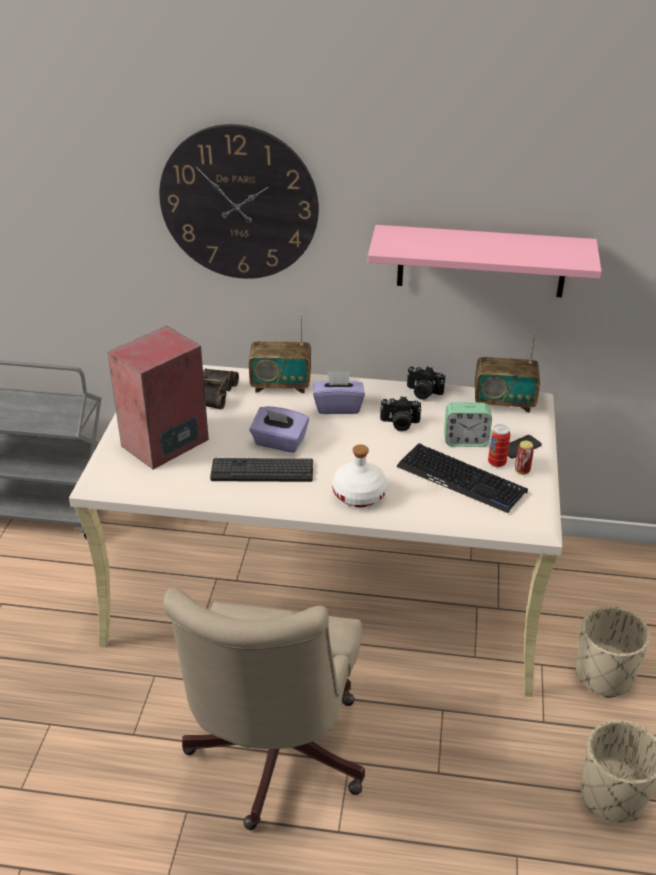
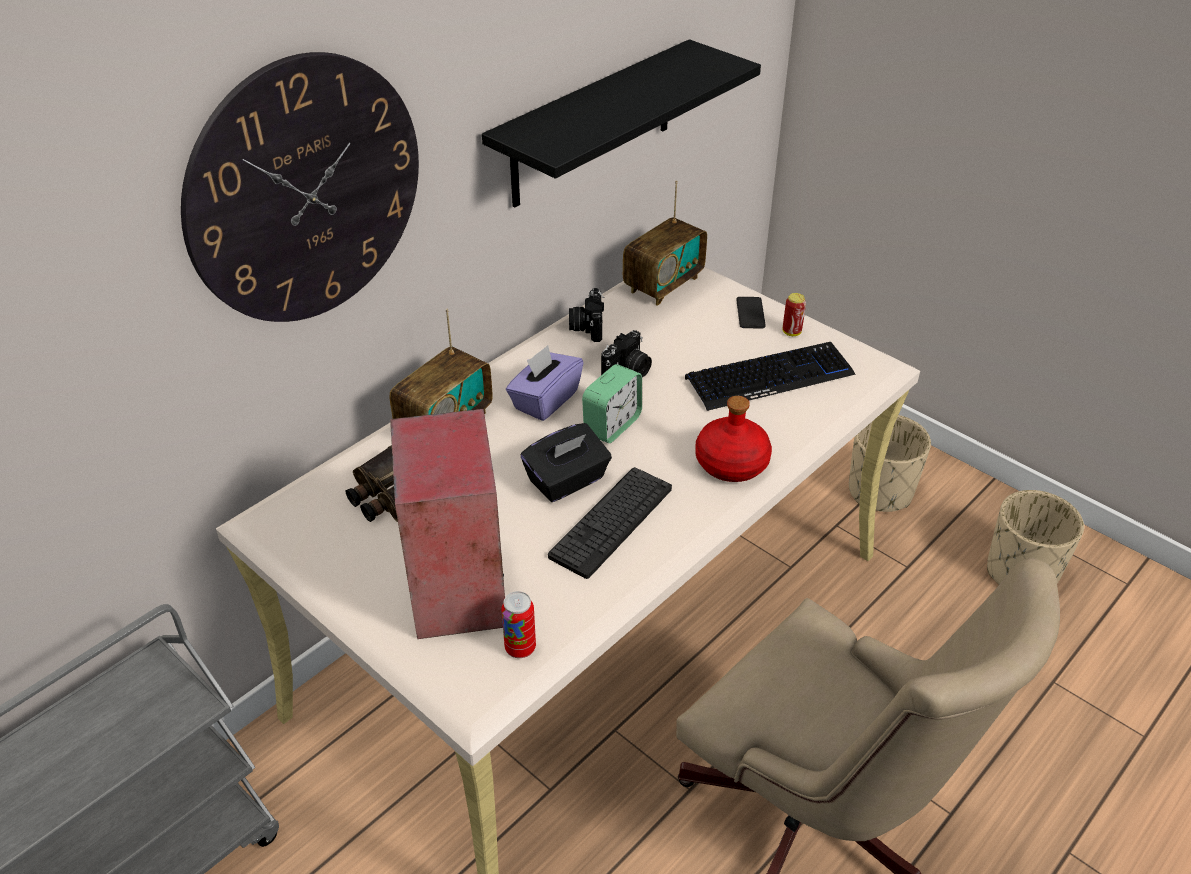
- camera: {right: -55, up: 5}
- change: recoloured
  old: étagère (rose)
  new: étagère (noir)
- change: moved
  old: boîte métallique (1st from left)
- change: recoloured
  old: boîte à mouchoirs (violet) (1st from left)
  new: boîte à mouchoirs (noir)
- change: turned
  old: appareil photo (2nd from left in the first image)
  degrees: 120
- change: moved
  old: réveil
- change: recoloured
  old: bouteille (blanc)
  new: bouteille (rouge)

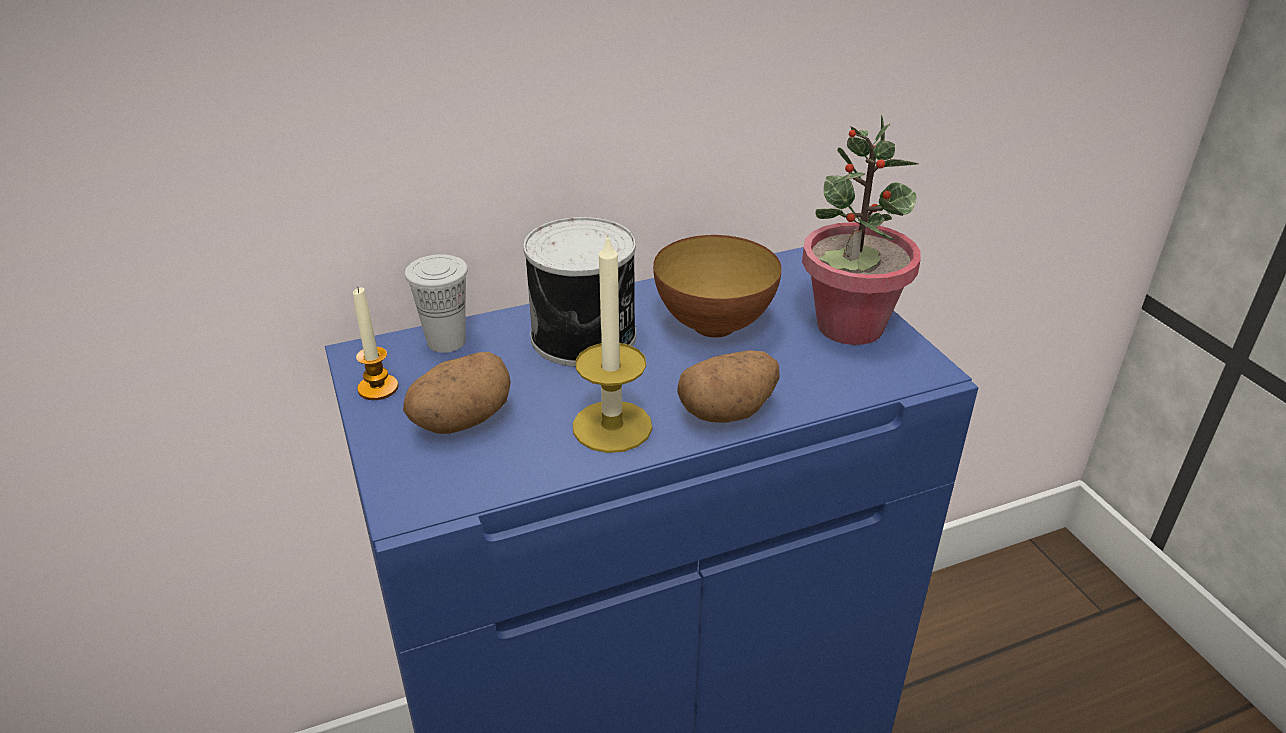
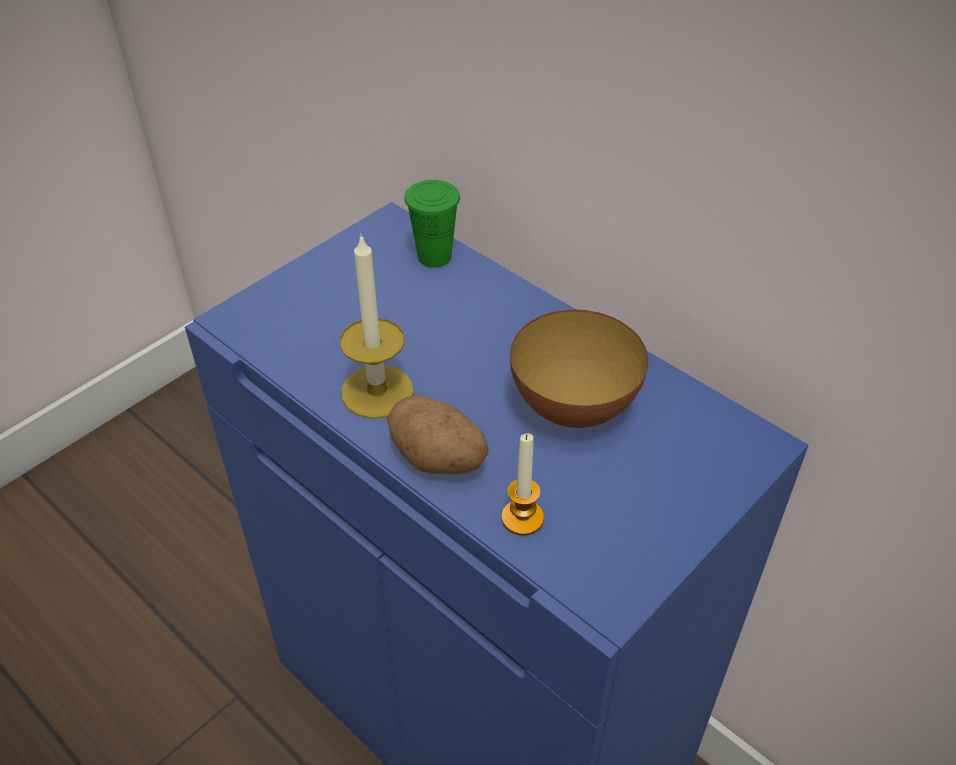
- camera: {right: 65, up: 10}
- change: recoloured
  old: tasse (blanc)
  new: tasse (vert)
- change: moved
  old: bougie (1st from left in the first image)
  new: bougie (2nd from left)
- change: removed
  old: pomme de terre (1st from left)
- change: removed
  old: boîte métallique
- change: removed
  old: plante en pot

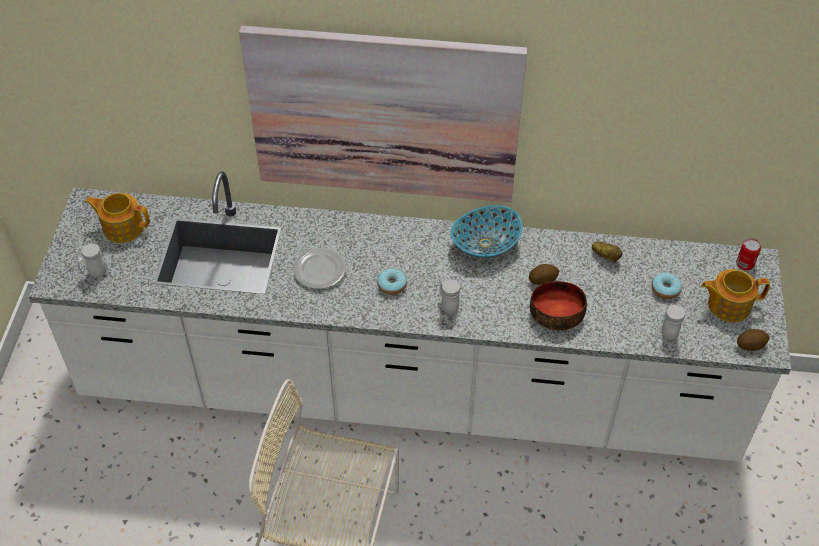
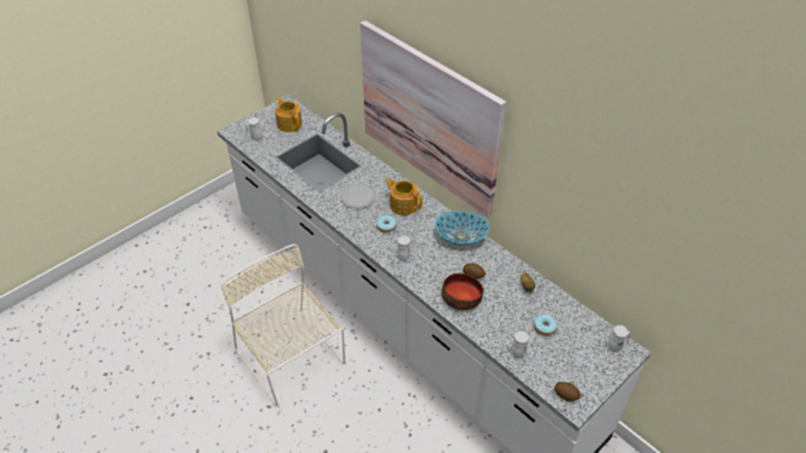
- camera: {right: 40, up: -5}
- change: moved
  old: théière (2nd from left)
- change: replaced
  old: boîte métallique
  new: mug (blanc) (4th from left)

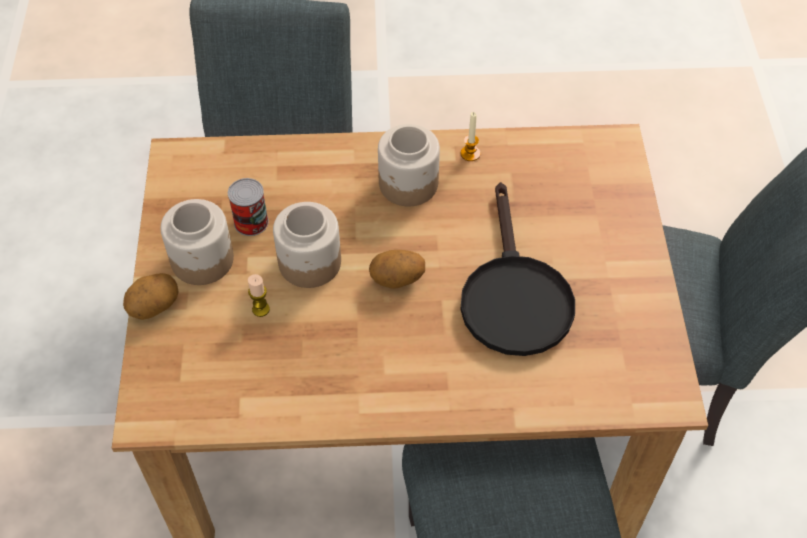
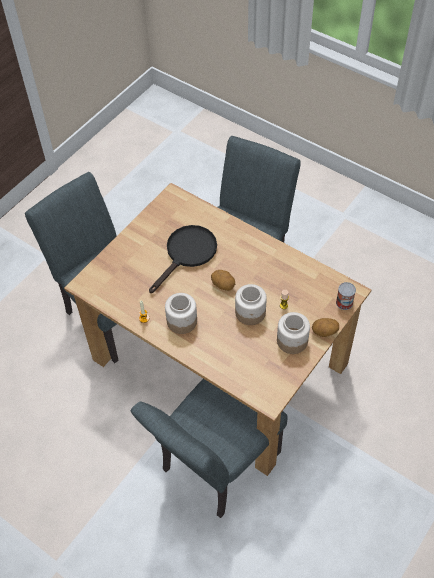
- camera: {right: -140, up: 0}
- change: moved
  old: boîte métallique

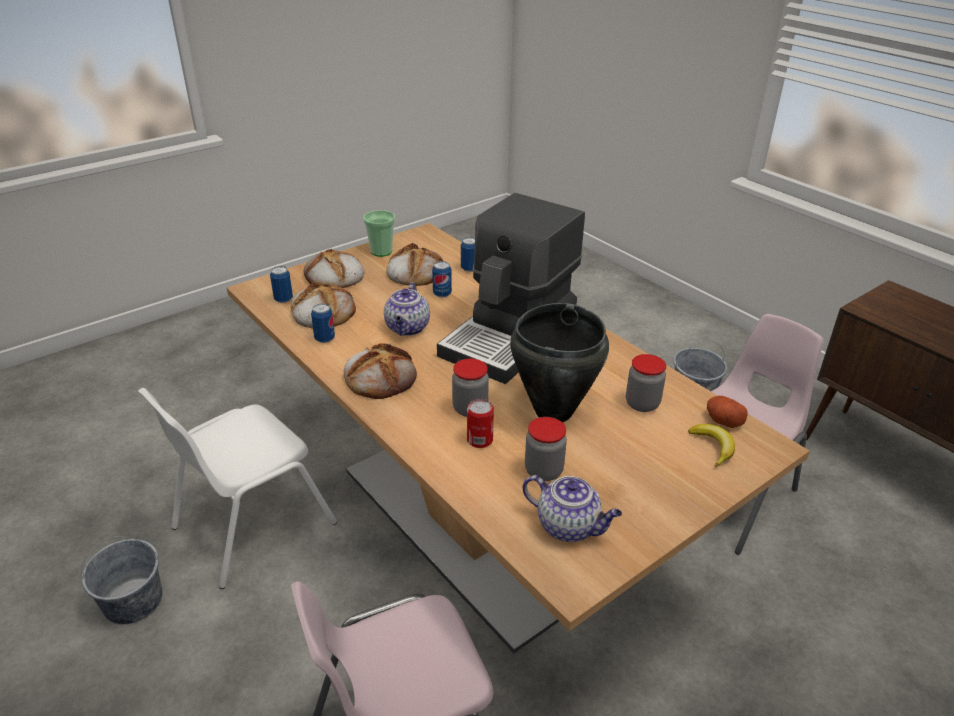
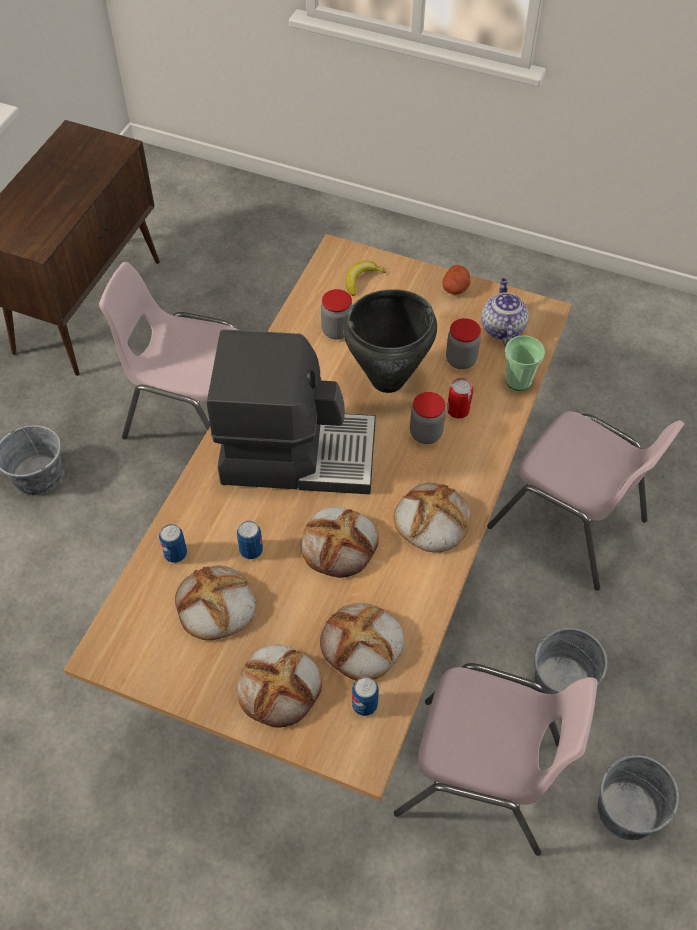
- camera: {right: -120, up: 20}
- change: replaced
  old: théière (1st from left)
  new: pain (3rd from left)
- change: recoloured
  old: chaise (blanc)
  new: chaise (rose) (2nd from left)
- change: moved
  old: pomme de terre
- change: moved
  old: tasse
- change: added
  new: seau (gris) (2nd from left)
- change: removed
  old: boîte métallique (2nd from left)

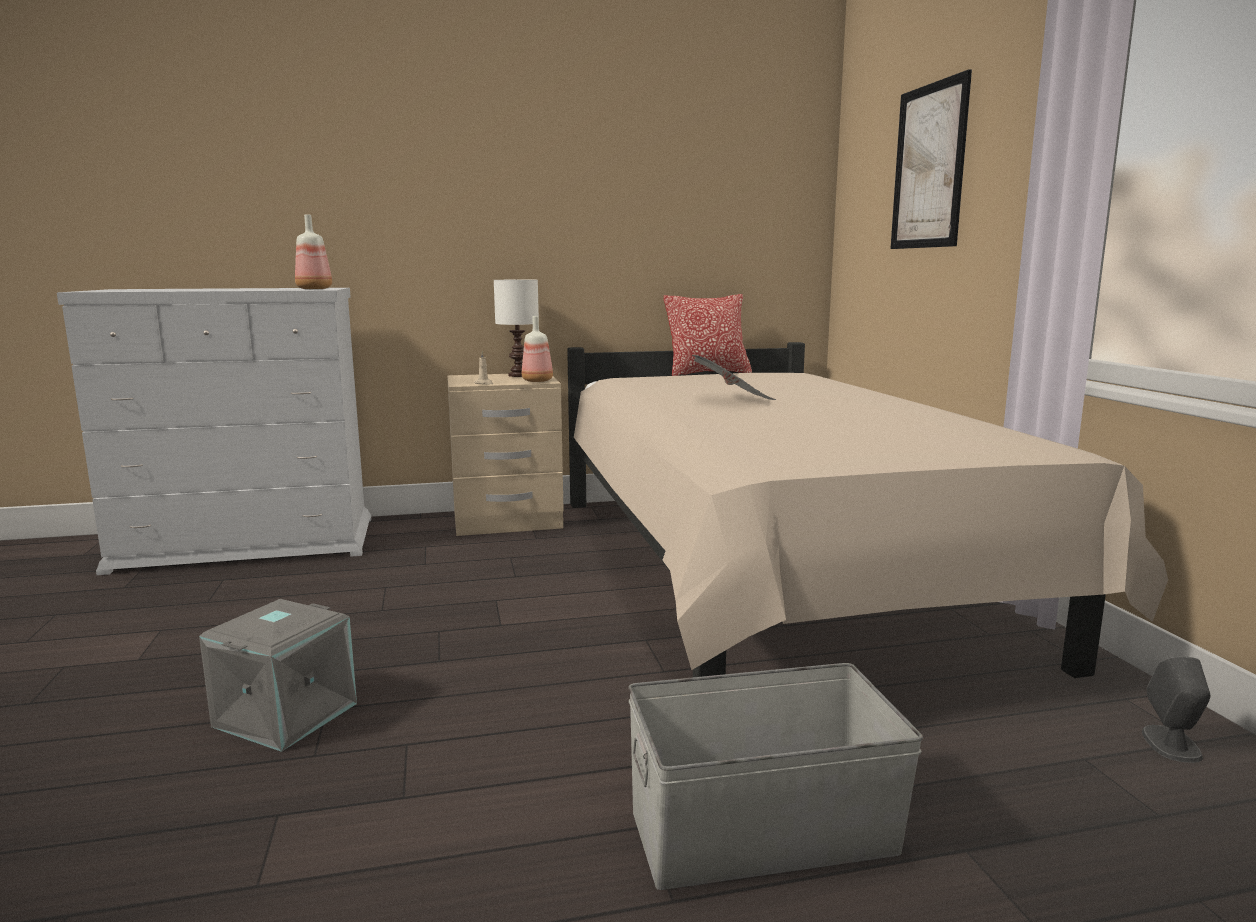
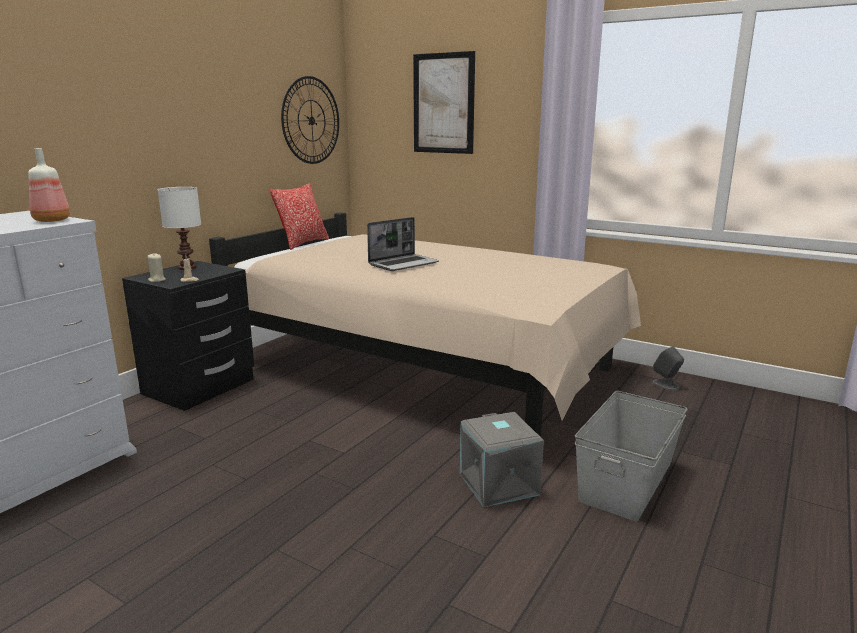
- camera: {right: -45, up: 5}
- change: recoloured
  old: table de chevet (beige)
  new: table de chevet (noir)
- change: added
  new: bougie (beige) (1st from left)
- change: added
  new: horloge murale
- change: replaced
  old: journal
  new: ordinateur portable
- change: moved
  old: boîte de rangement (gris) (1st from left)
- change: removed
  old: bouteille (2nd from left)

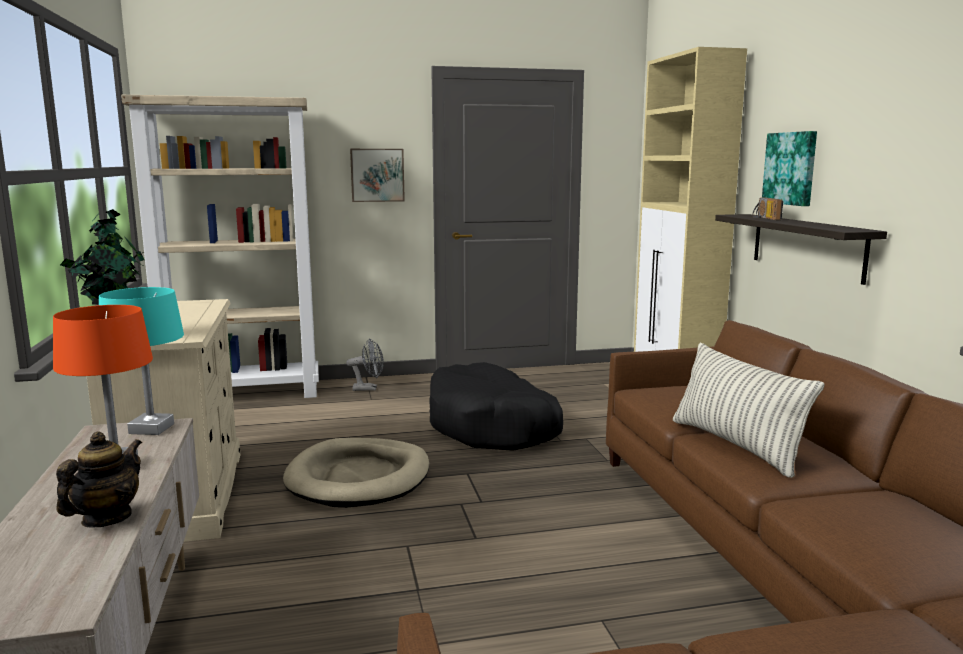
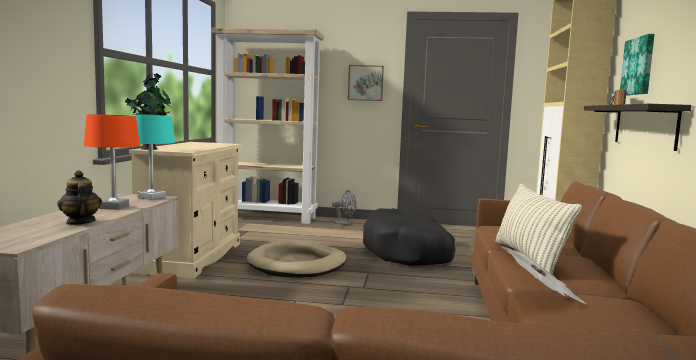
- camera: {right: 20, up: -5}
- change: turned
  old: théière
  degrees: -75
- change: added
  new: journal

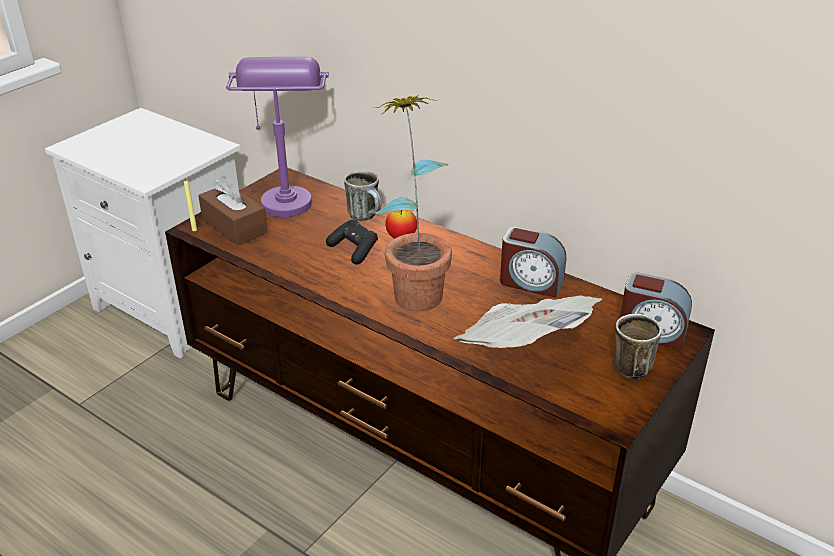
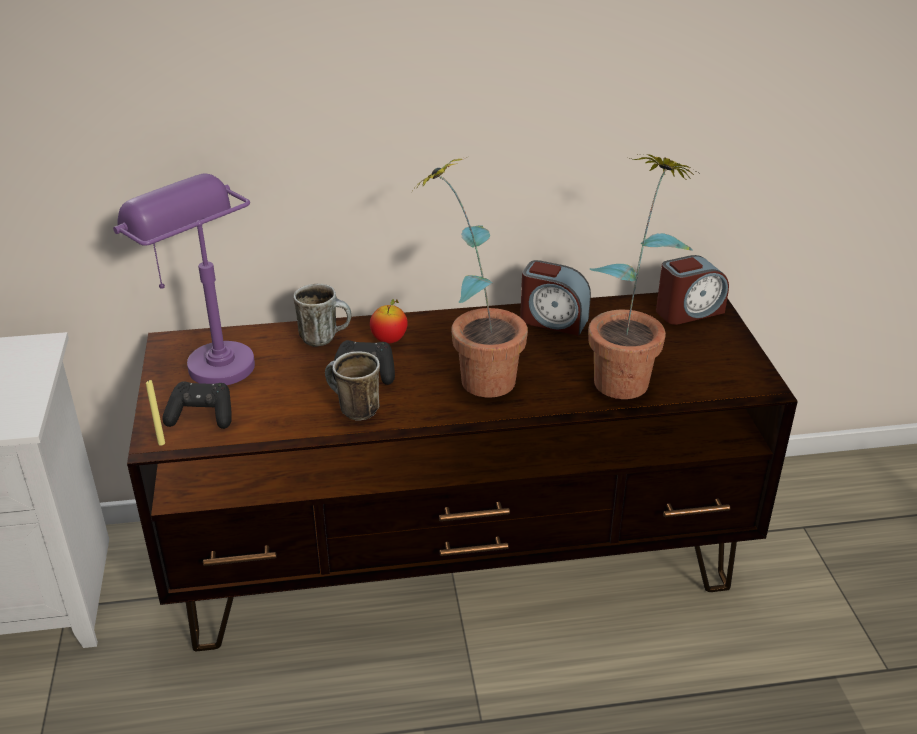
- camera: {right: -45, up: 0}
- change: replaced
  old: boîte à mouchoirs (marron)
  new: manette (noir) (1st from left)
- change: moved
  old: mug (2nd from left)
- change: turned
  old: réveil (1st from left)
  degrees: 45
- change: replaced
  old: journal
  new: plante en pot (2nd from left)

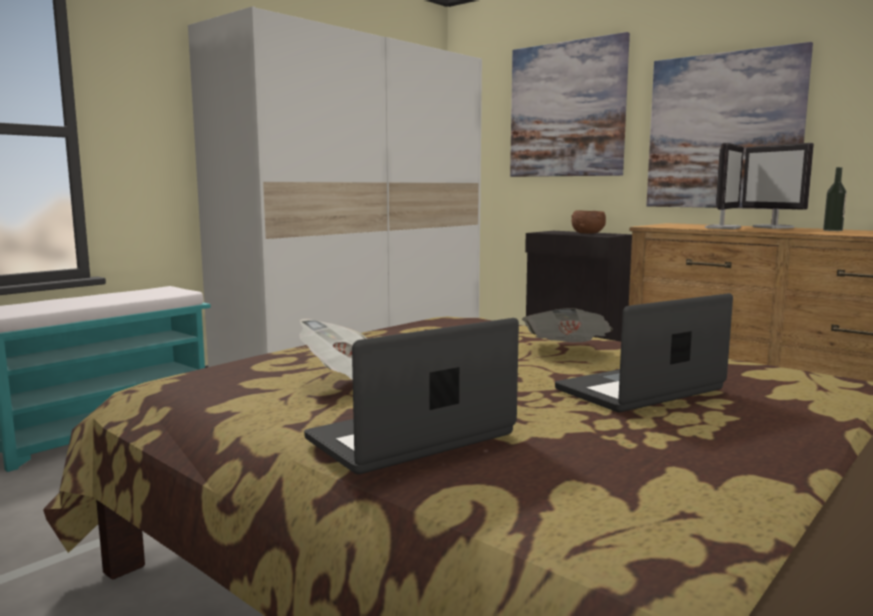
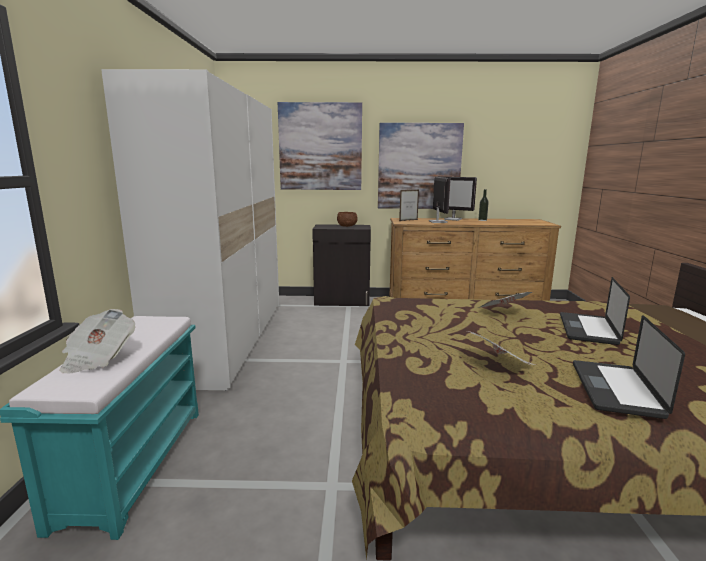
- camera: {right: -40, up: 5}
- change: added
  new: journal (1st from left)
- change: added
  new: cadre photo

